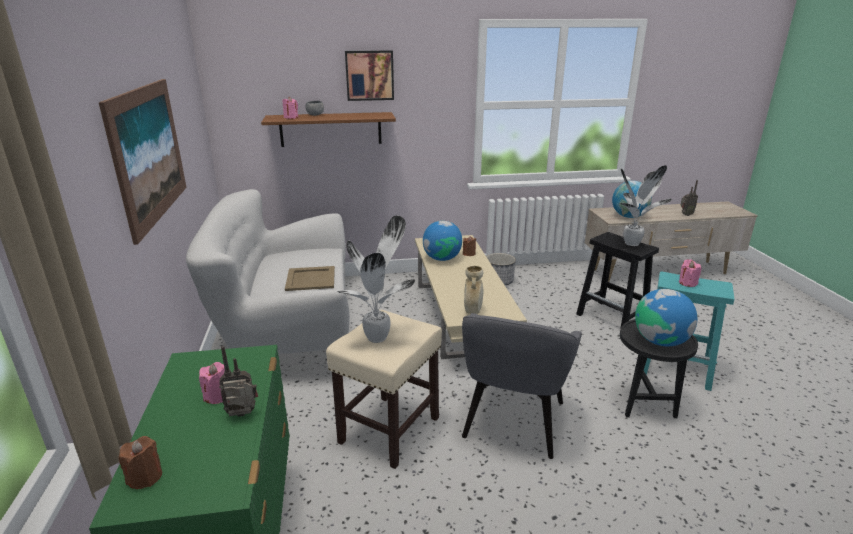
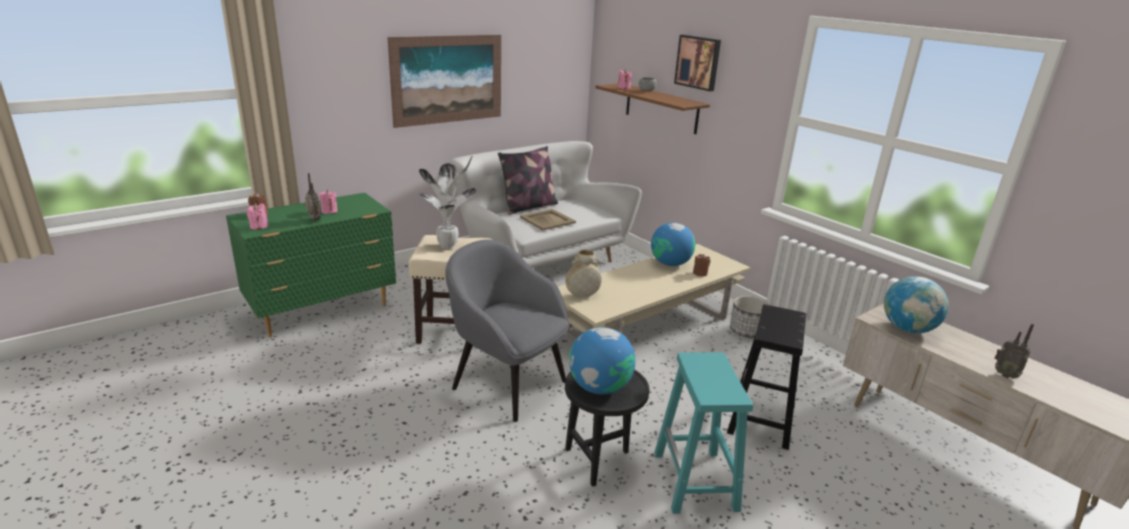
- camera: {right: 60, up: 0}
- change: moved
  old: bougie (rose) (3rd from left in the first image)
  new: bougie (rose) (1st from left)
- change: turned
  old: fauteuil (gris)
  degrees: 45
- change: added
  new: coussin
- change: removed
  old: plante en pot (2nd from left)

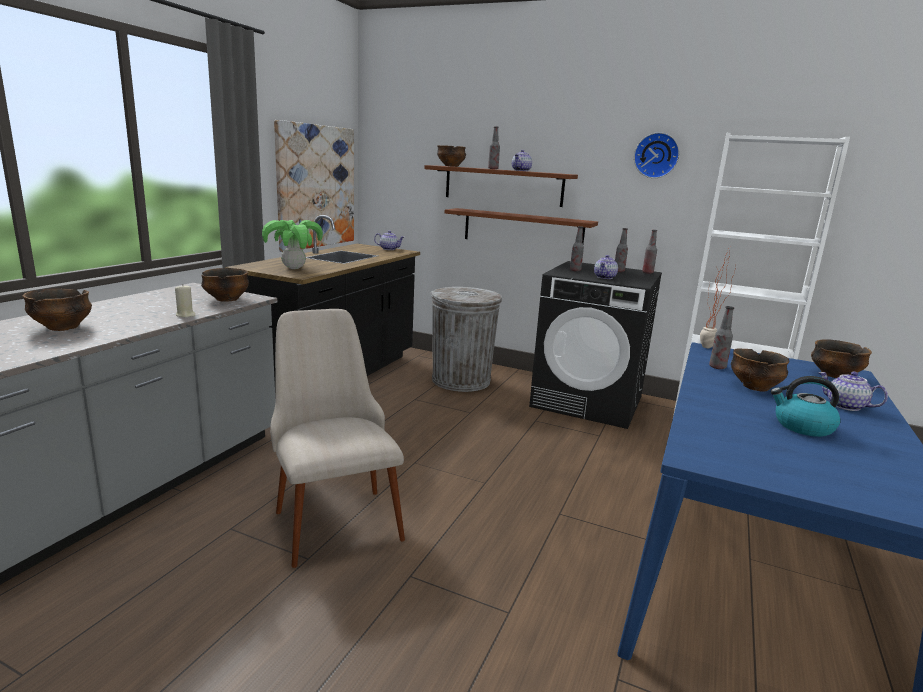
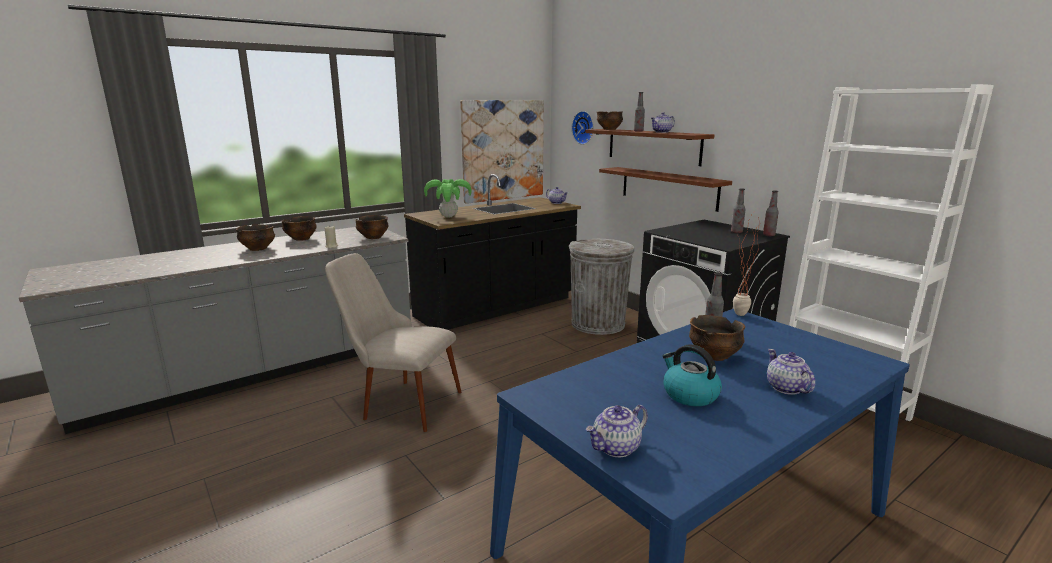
- camera: {right: 30, up: 0}
- change: moved
  old: bol (5th from left in the first image)
  new: bol (2nd from left)
- change: turned
  old: chaise (beige)
  degrees: -75
- change: moved
  old: horloge murale
- change: moved
  old: théière (3rd from left in the first image)
  new: théière (2nd from left)
- change: removed
  old: bouteille (2nd from left)

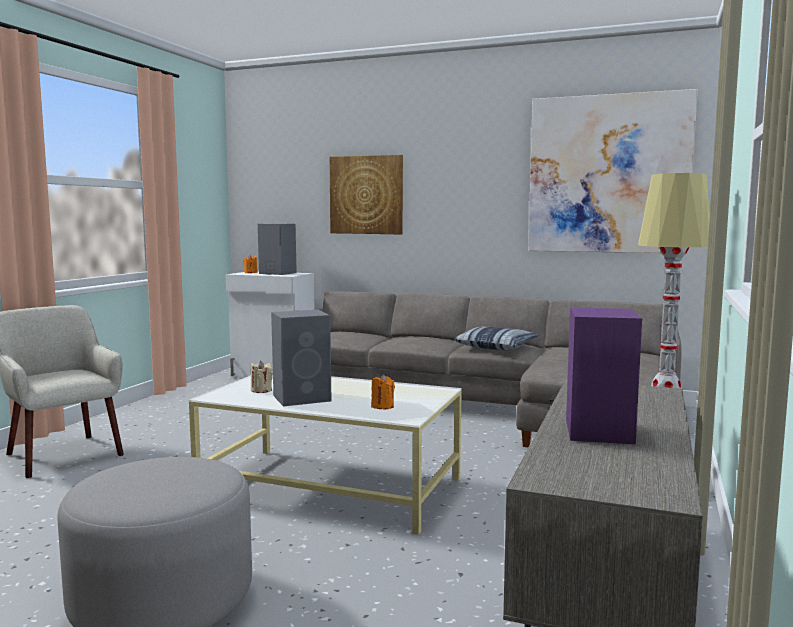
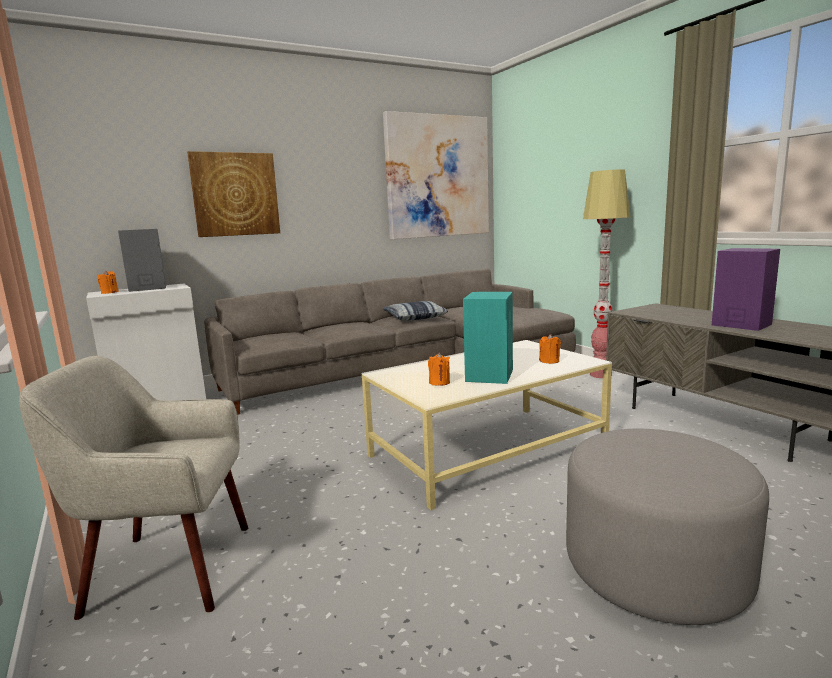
- camera: {right: -50, up: 5}
- change: recoloured
  old: bougie (beige)
  new: bougie (orange) (2nd from left)
- change: recoloured
  old: enceinte (gris) (2nd from left)
  new: enceinte (turquoise)

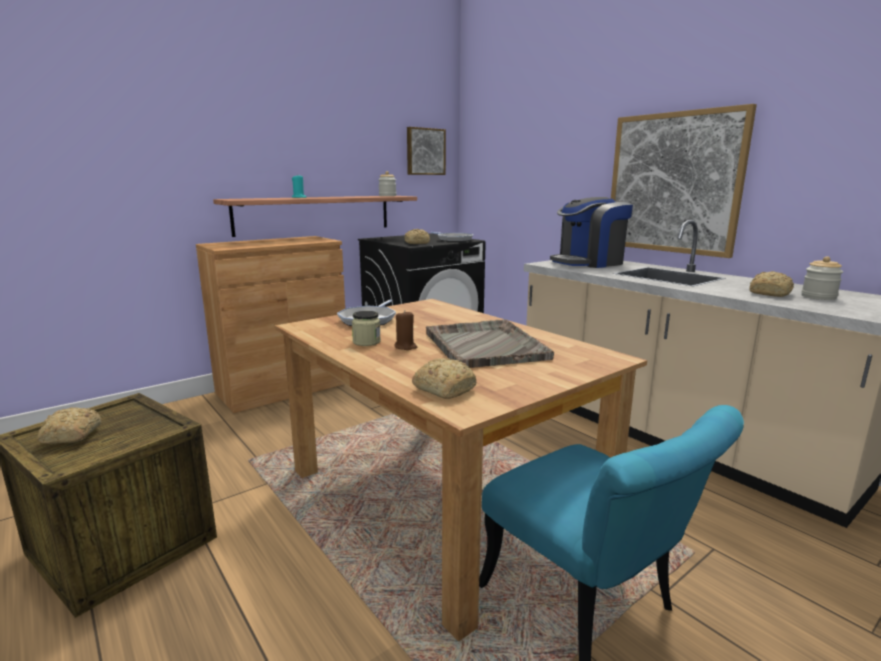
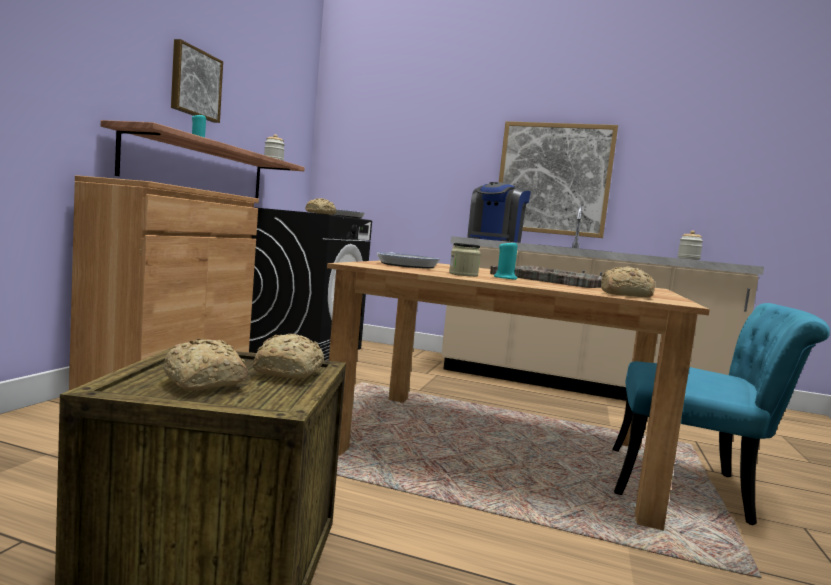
- camera: {right: -35, up: -10}
- change: moved
  old: tableau (1st from left)
- change: moved
  old: pain (4th from left in the first image)
  new: pain (2nd from left)
- change: recoloured
  old: bougie (marron)
  new: bougie (turquoise) (2nd from left)

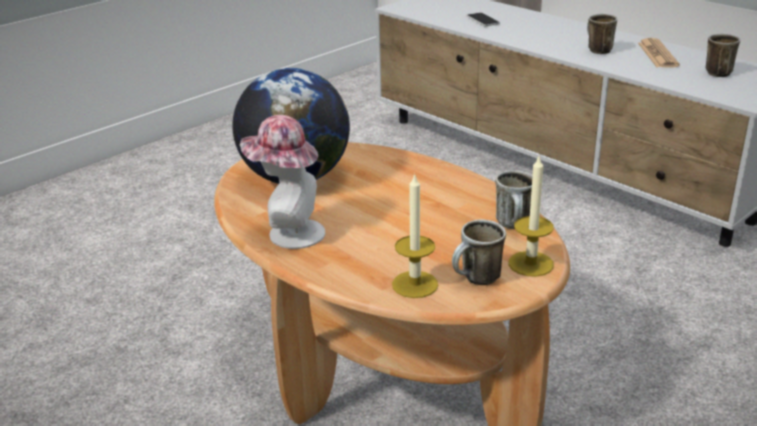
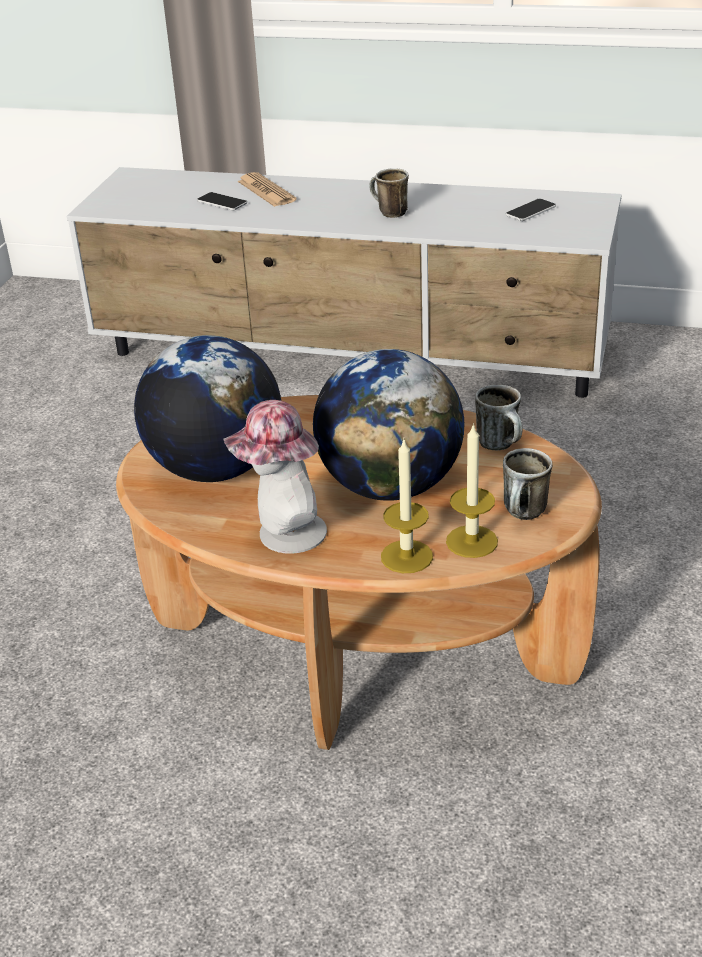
- camera: {right: -30, up: 5}
- change: moved
  old: journal
- change: added
  new: globe (2nd from left)
- change: moved
  old: bougie (2nd from left in the first image)
  new: bougie (1st from left)
- change: replaced
  old: mug (4th from left)
  new: téléphone (2nd from left)

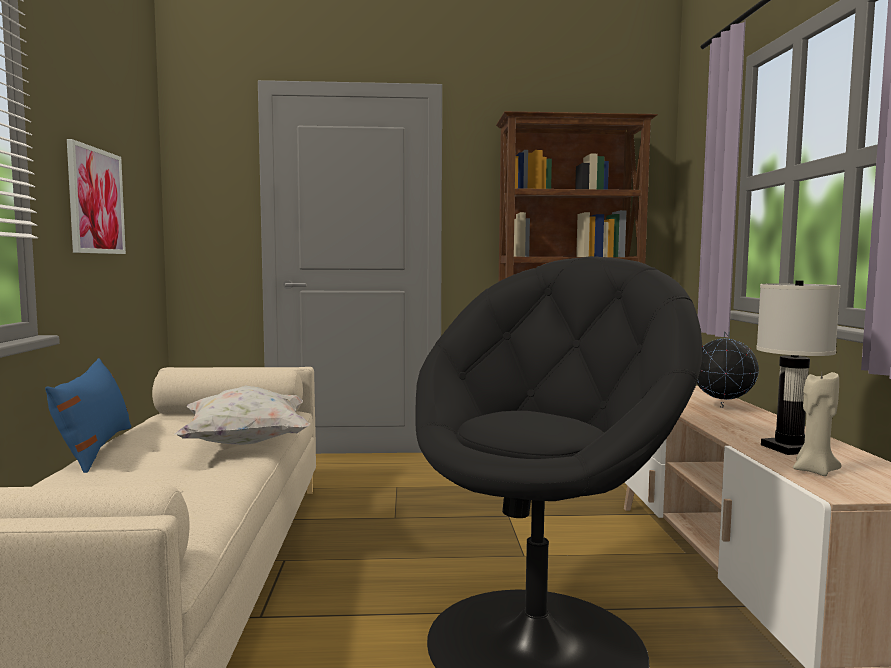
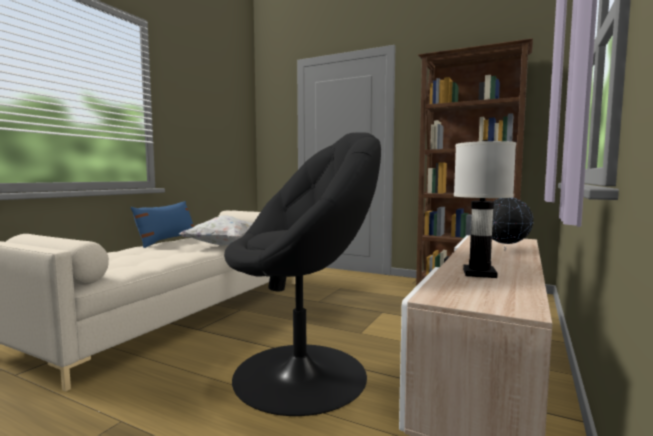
- camera: {right: 30, up: 0}
- change: removed
  old: tableau
- change: removed
  old: bougie (beige)

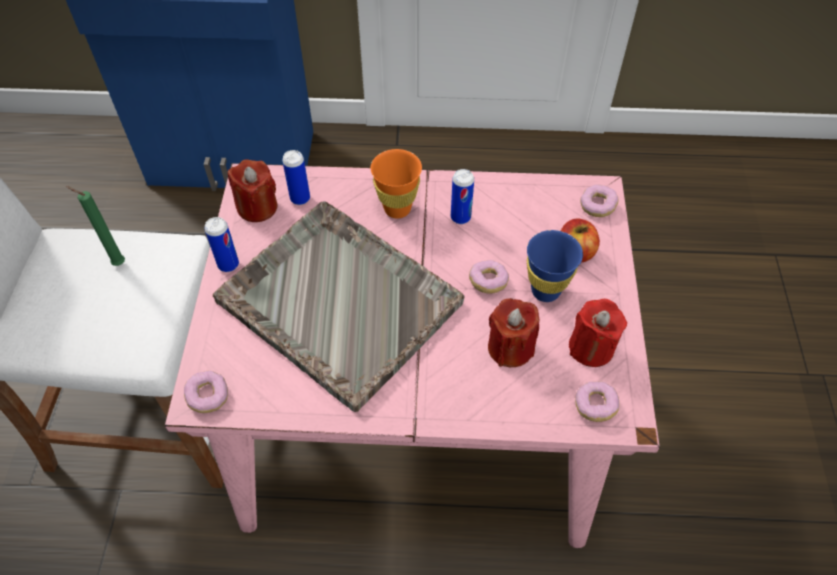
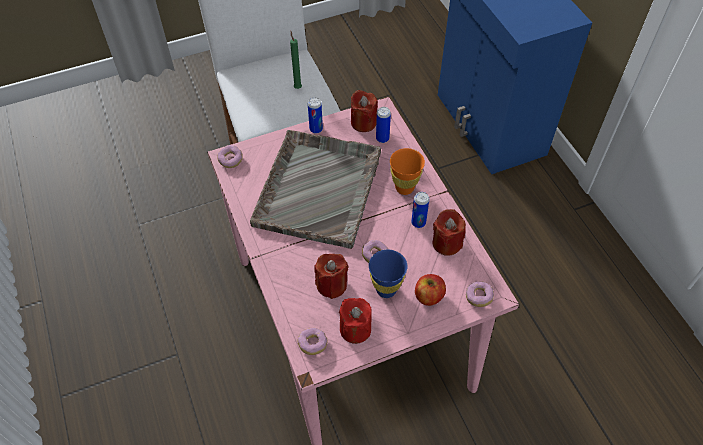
- camera: {right: 65, up: 0}
- change: added
  new: bougie (rouge) (4th from left)

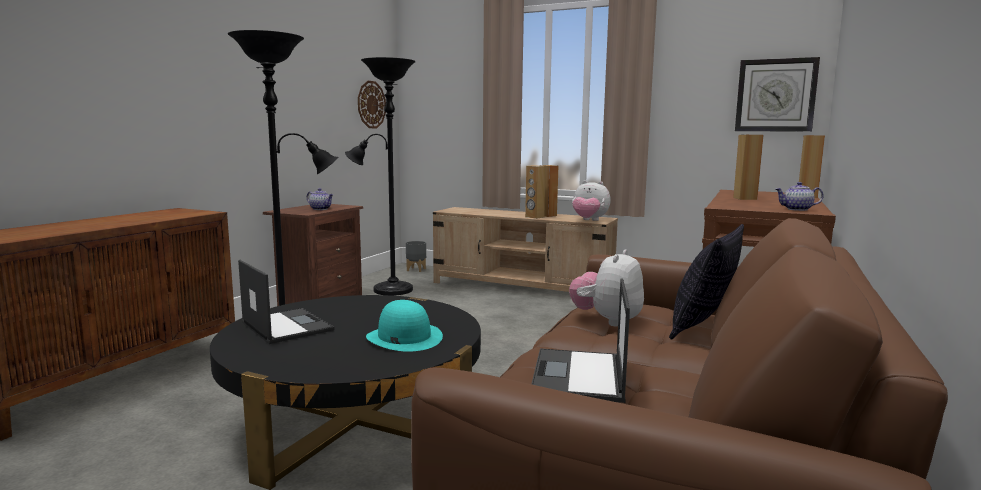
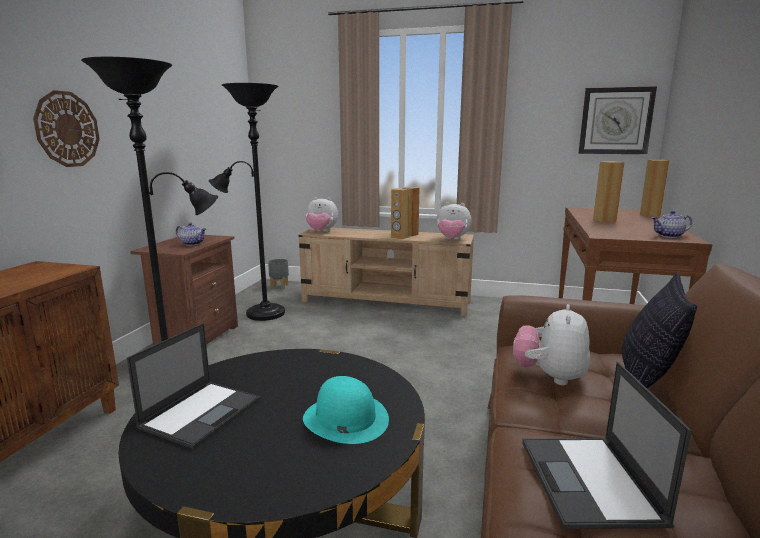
- camera: {right: -10, up: 5}
- change: moved
  old: horloge murale (1st from left)
- change: turned
  old: ordinateur portable (1st from left)
  degrees: 75
- change: added
  new: peluche (1st from left)

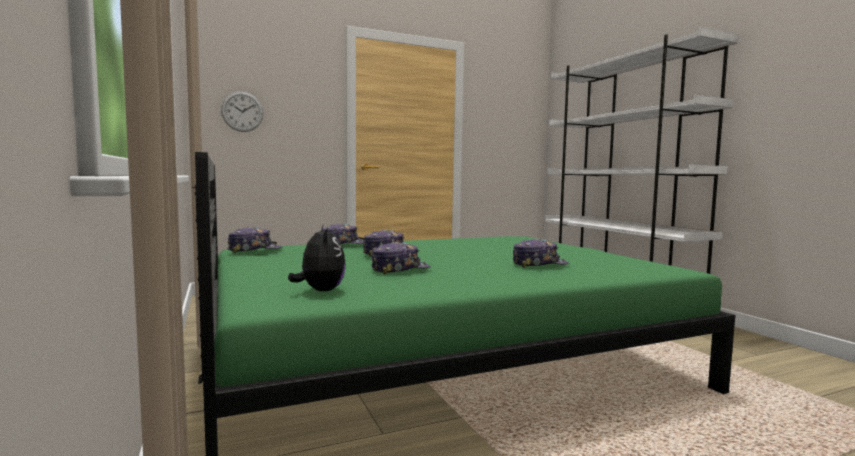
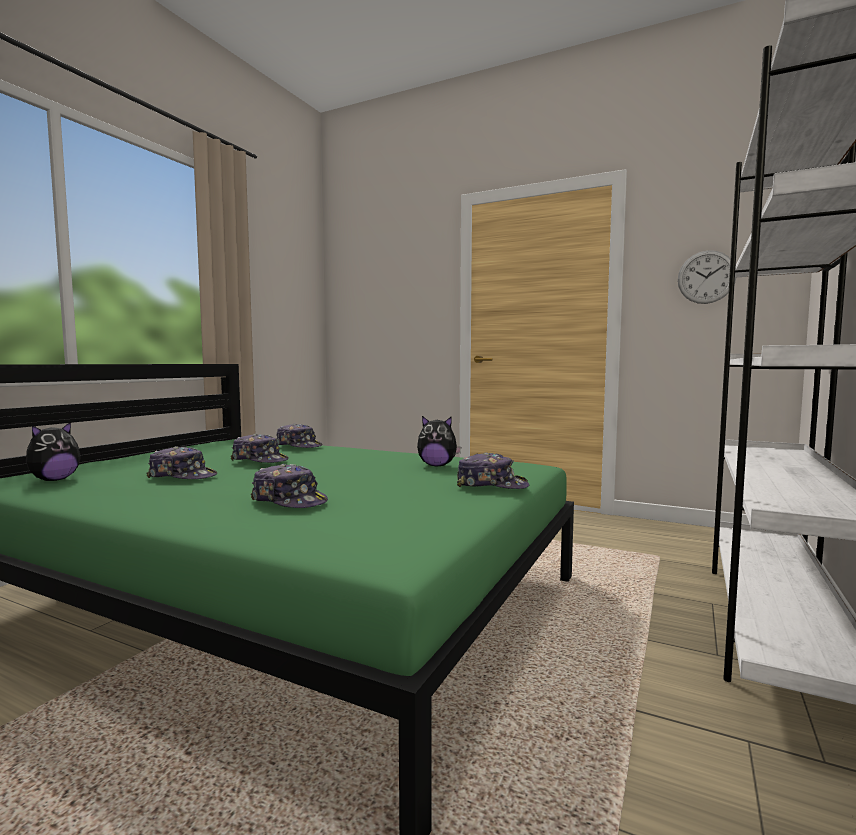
- camera: {right: 50, up: 0}
- change: added
  new: peluche (2nd from left)
- change: moved
  old: casquette (1st from left in the first image)
  new: casquette (5th from left)
- change: moved
  old: horloge murale

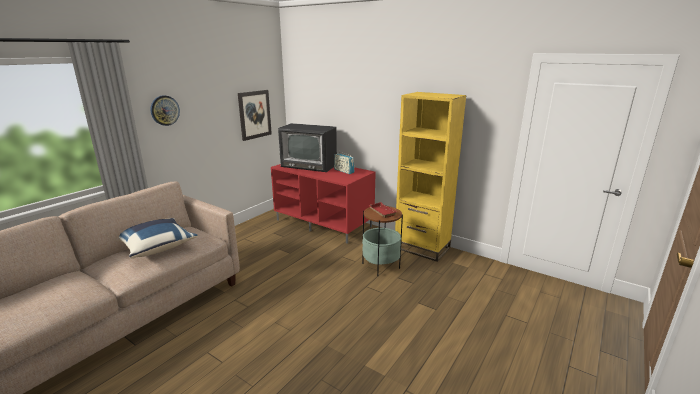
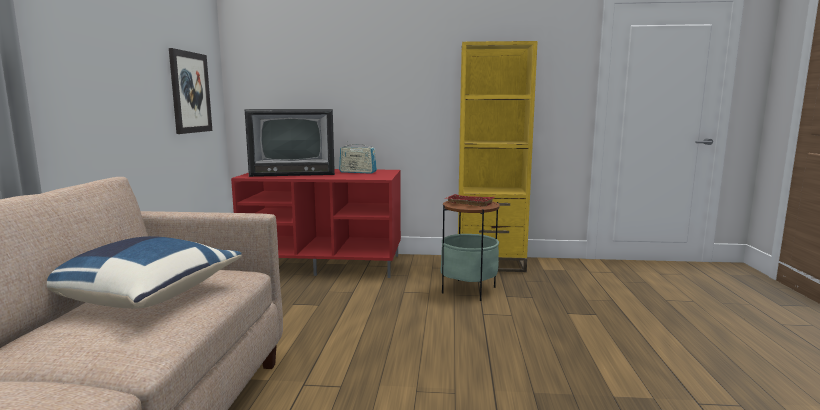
- camera: {right: -30, up: -10}
- change: removed
  old: horloge murale

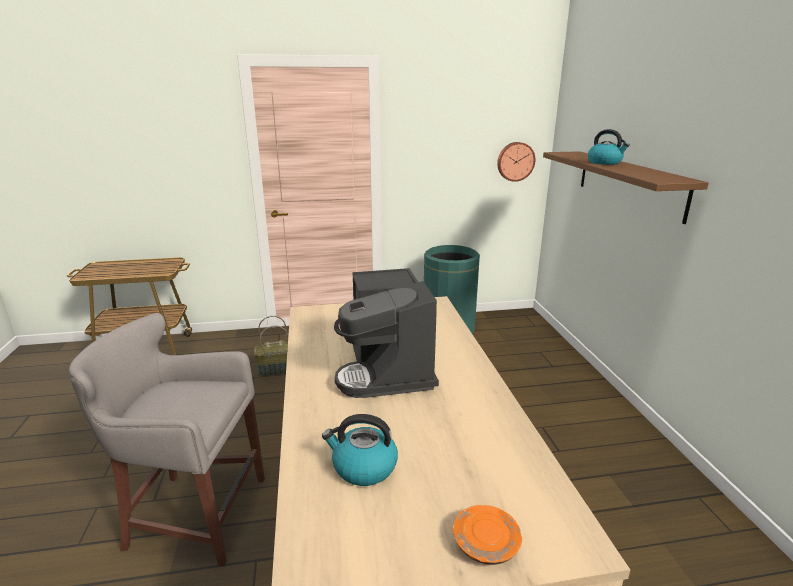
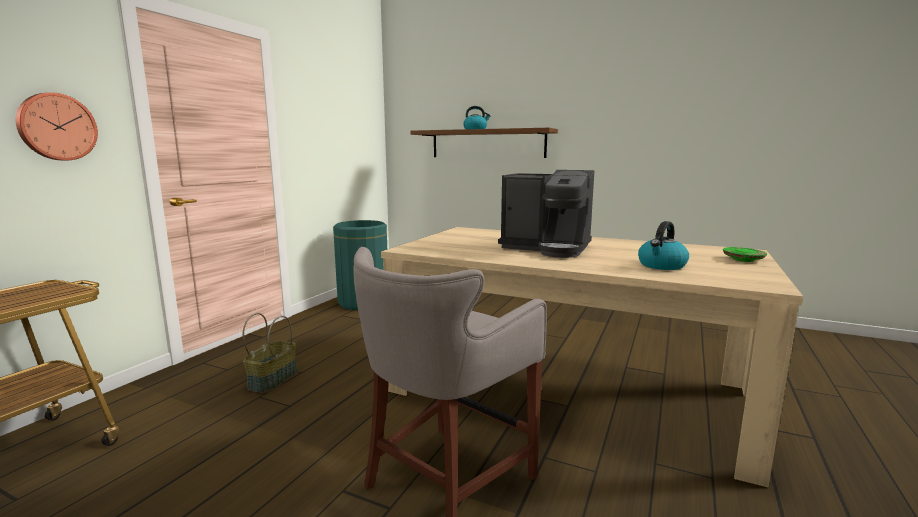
- camera: {right: -55, up: -10}
- change: moved
  old: horloge murale
- change: recoloured
  old: assiette (orange)
  new: assiette (vert)

